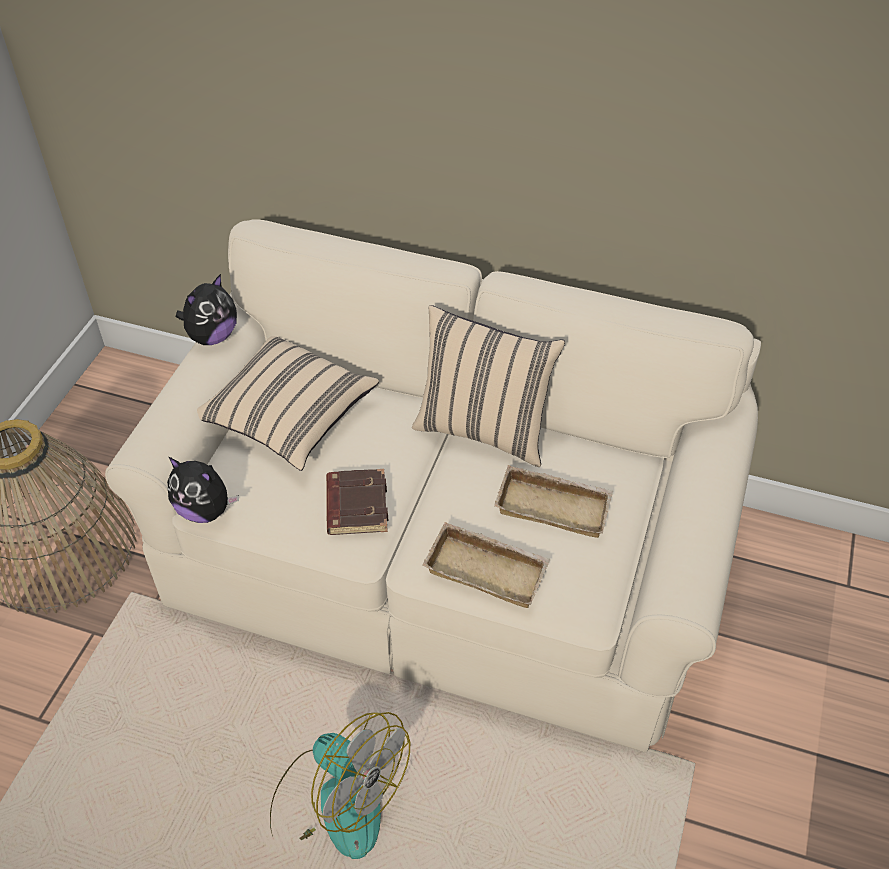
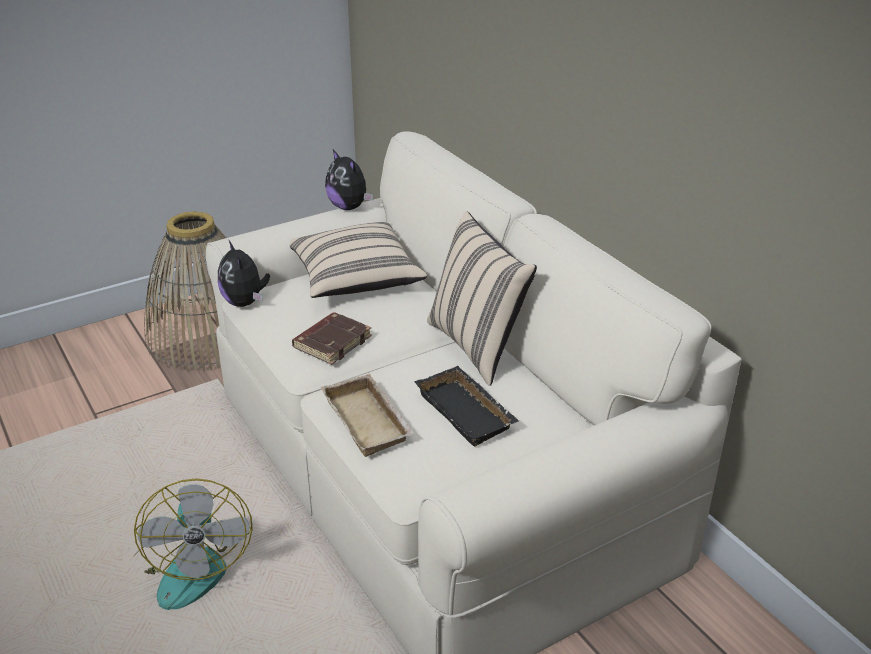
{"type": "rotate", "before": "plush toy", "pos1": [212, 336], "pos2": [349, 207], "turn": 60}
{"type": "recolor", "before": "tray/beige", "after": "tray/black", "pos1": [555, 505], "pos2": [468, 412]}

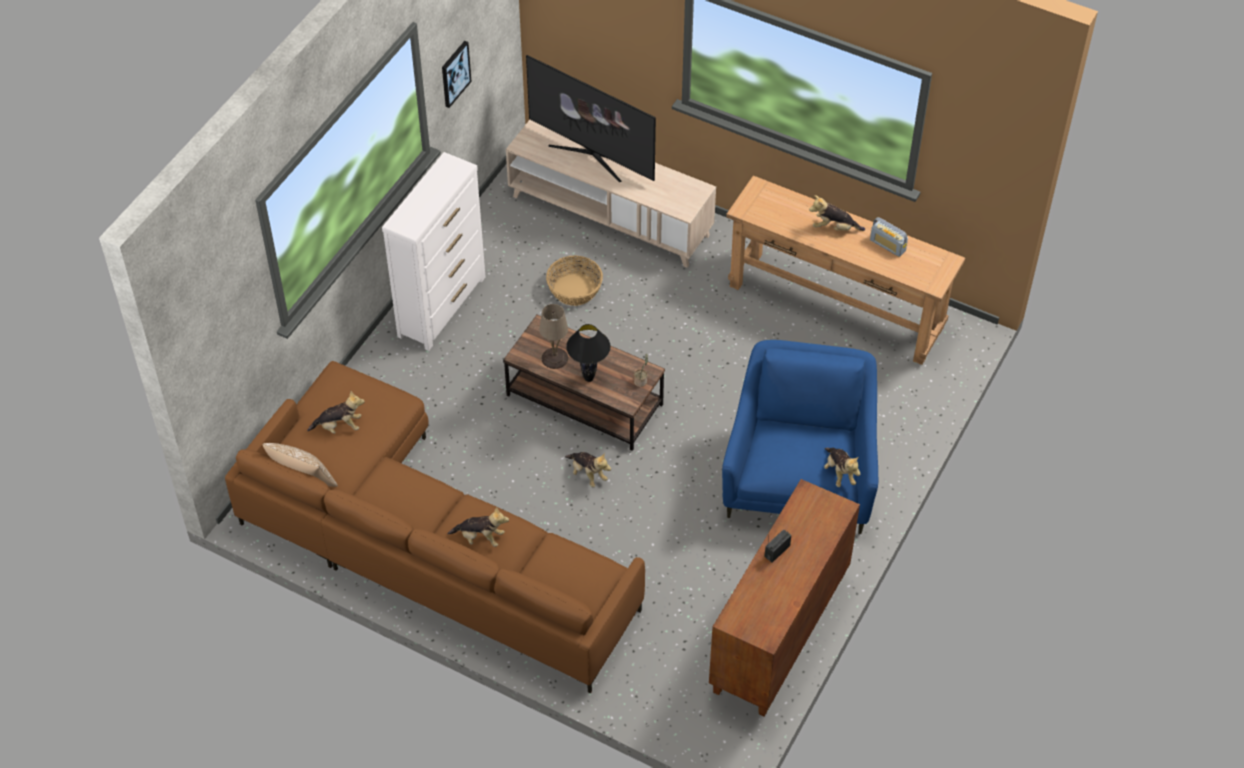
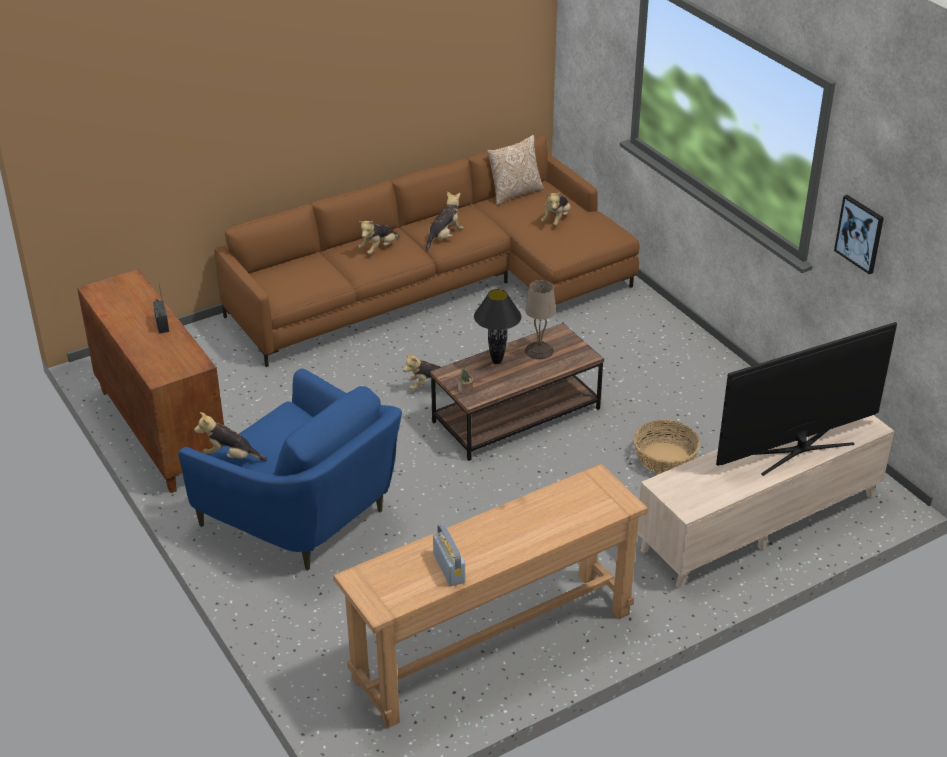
{"type": "delete", "before": "dresser/white", "pos1": [442, 306]}
{"type": "move", "before": "plush toy", "pos1": [834, 228], "pos2": [444, 237]}
{"type": "rotate", "before": "radio", "pos1": [887, 245], "pos2": [449, 568], "turn": 90}

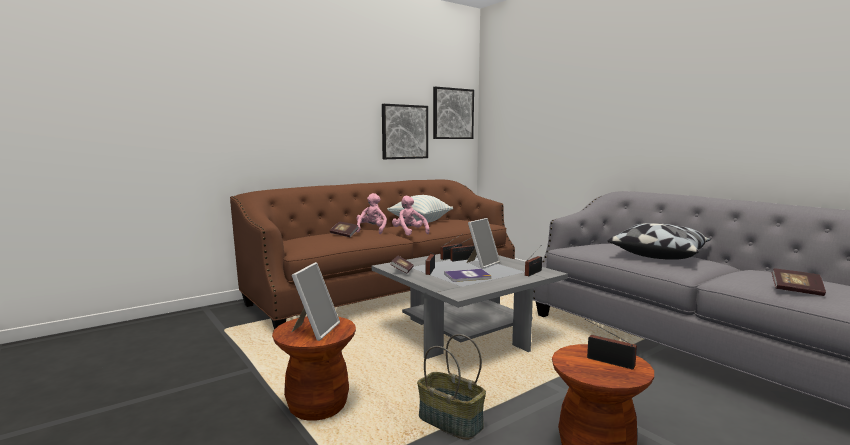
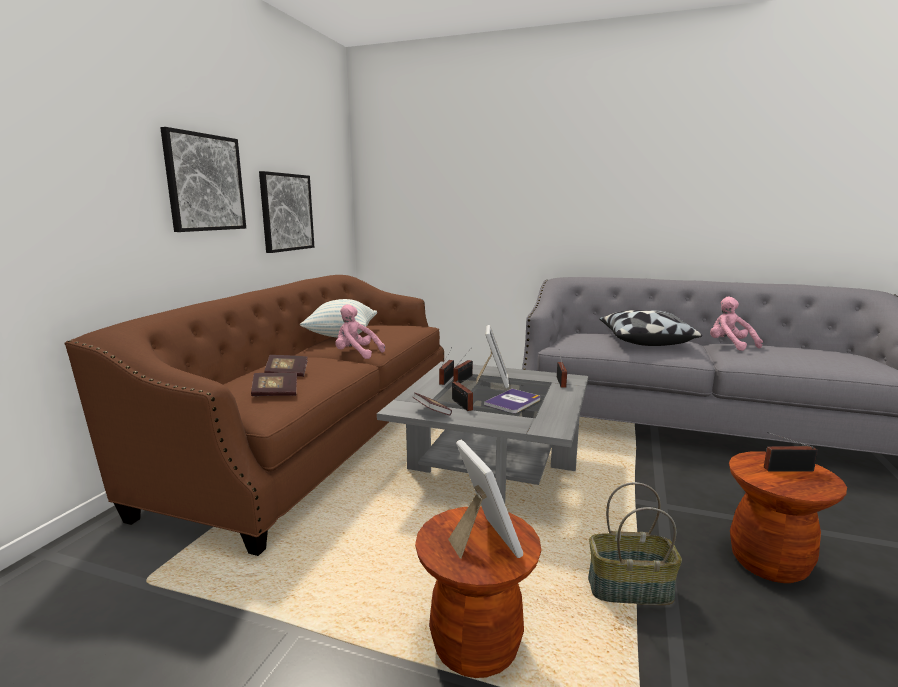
{"type": "move", "before": "plush toy/pink", "pos1": [371, 230], "pos2": [729, 345]}
{"type": "move", "before": "picture", "pos1": [452, 113], "pos2": [205, 183]}
{"type": "move", "before": "book", "pos1": [796, 290], "pos2": [275, 393]}

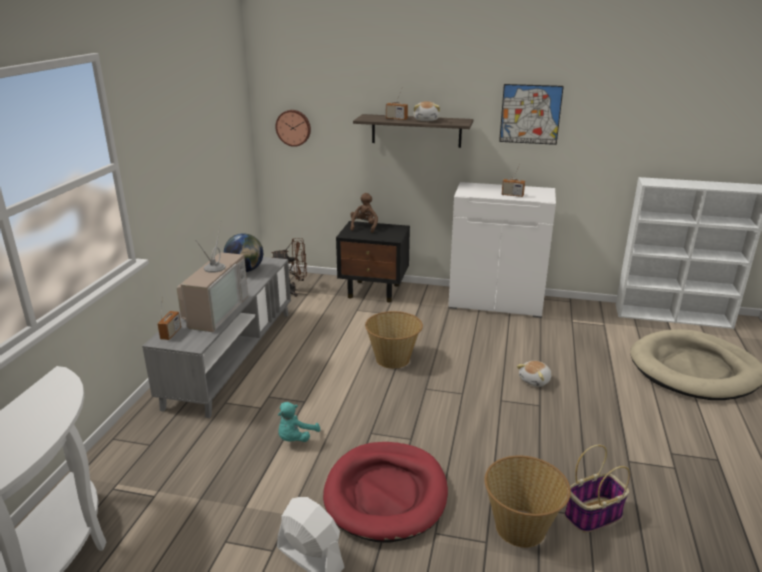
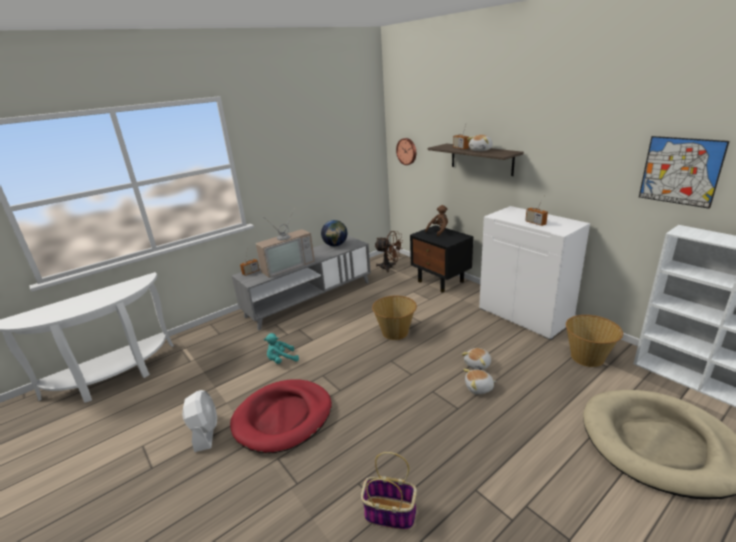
{"type": "move", "before": "basket", "pos1": [521, 527], "pos2": [588, 357]}
{"type": "move", "before": "picture", "pos1": [530, 114], "pos2": [680, 171]}
{"type": "insert", "after": "plush toy", "pos2": [478, 364]}

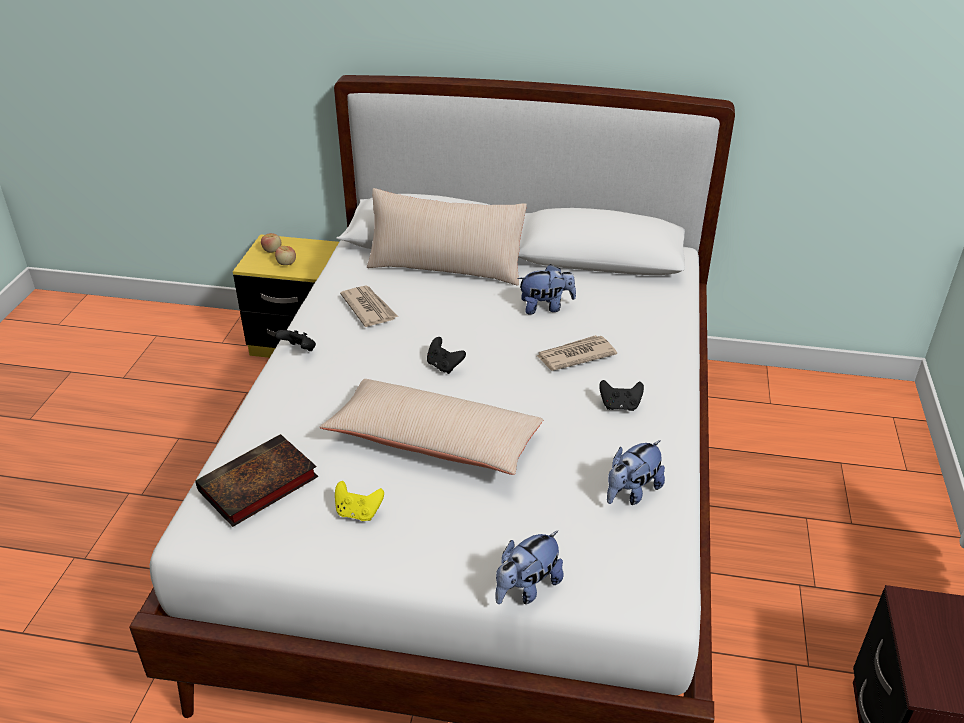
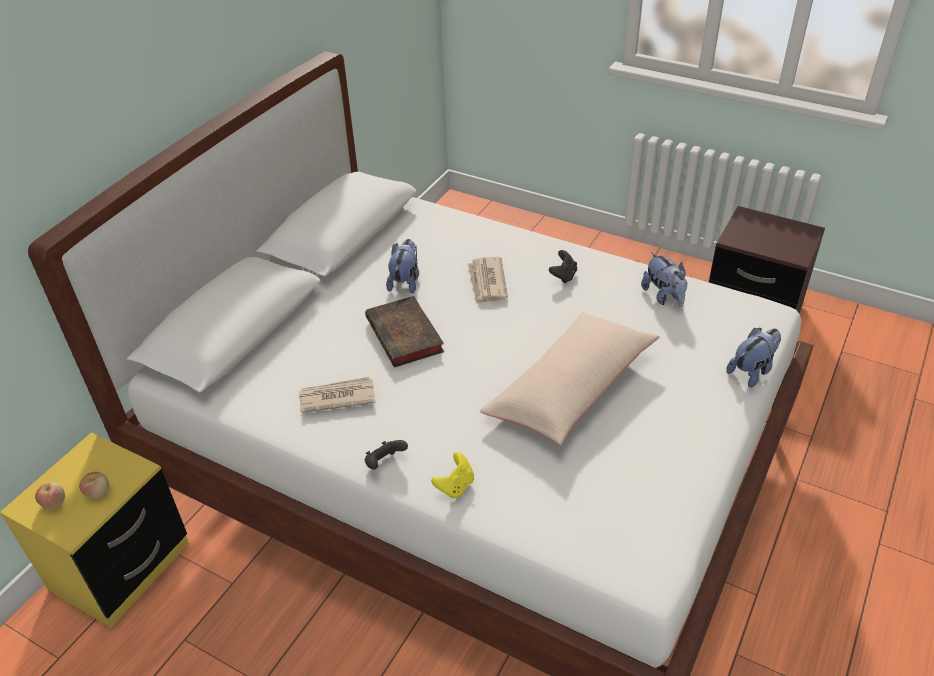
{"type": "move", "before": "book", "pos1": [256, 486], "pos2": [406, 336]}
{"type": "move", "before": "game controller/yellow", "pos1": [358, 513], "pos2": [455, 486]}
{"type": "delete", "before": "pillow/beige", "pos1": [446, 267]}
{"type": "delete", "before": "game controller/black", "pos1": [444, 366]}
{"type": "rotate", "before": "plush toy", "pos1": [527, 588], "pos2": [752, 371], "turn": -105}

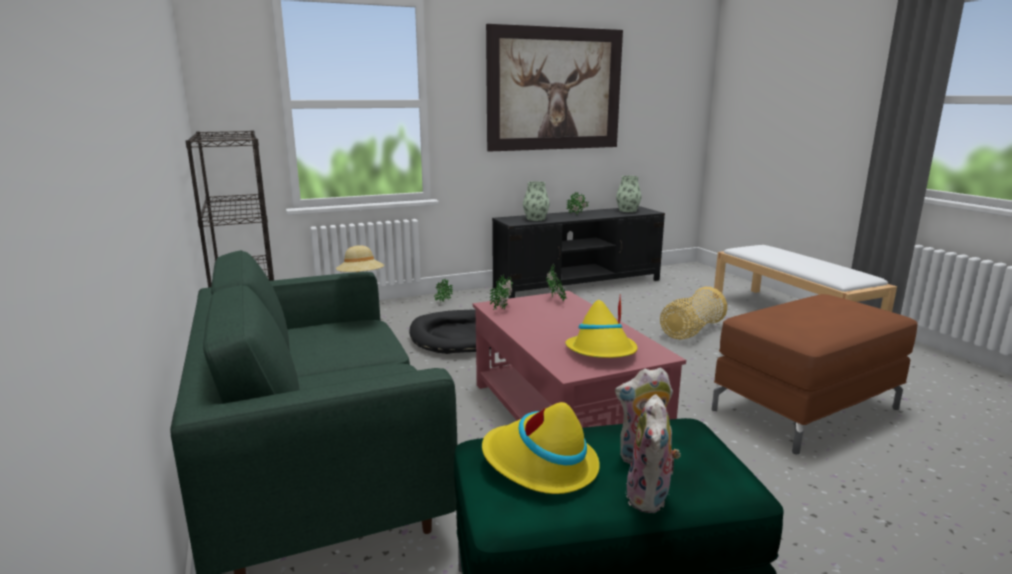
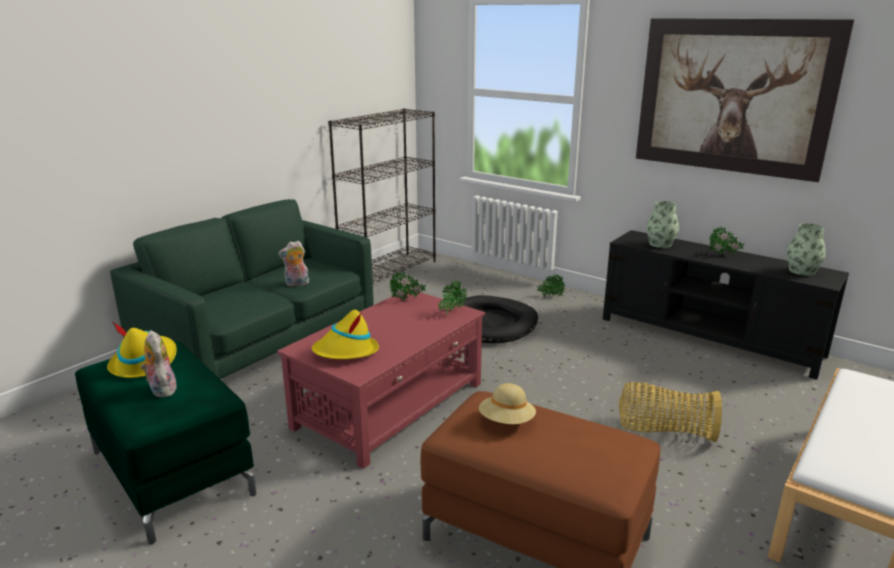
{"type": "move", "before": "hat/beige", "pos1": [361, 278], "pos2": [506, 421]}
{"type": "move", "before": "plush toy", "pos1": [651, 498], "pos2": [296, 284]}

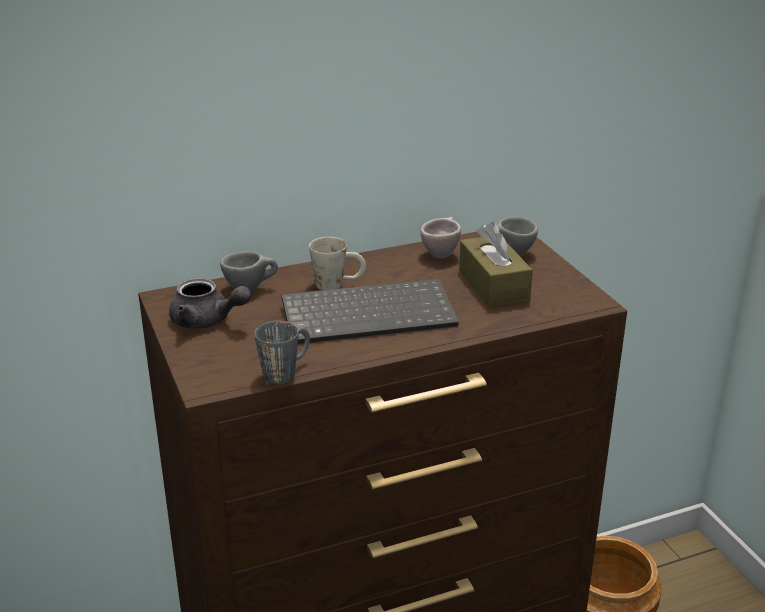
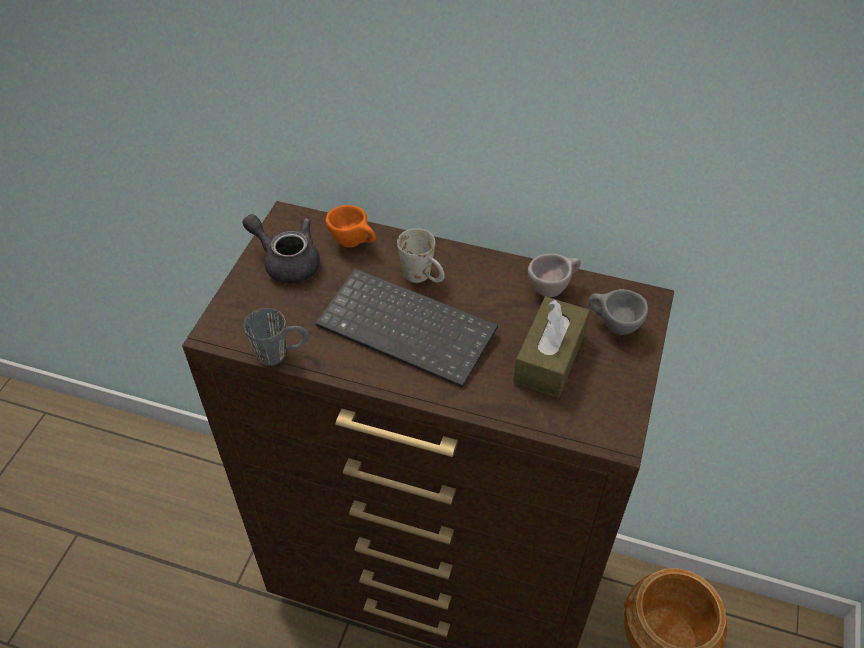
{"type": "rotate", "before": "teapot/grey", "pos1": [207, 321], "pos2": [287, 262], "turn": 150}
{"type": "recolor", "before": "cup/grey", "after": "cup/orange", "pos1": [250, 288], "pos2": [354, 243]}

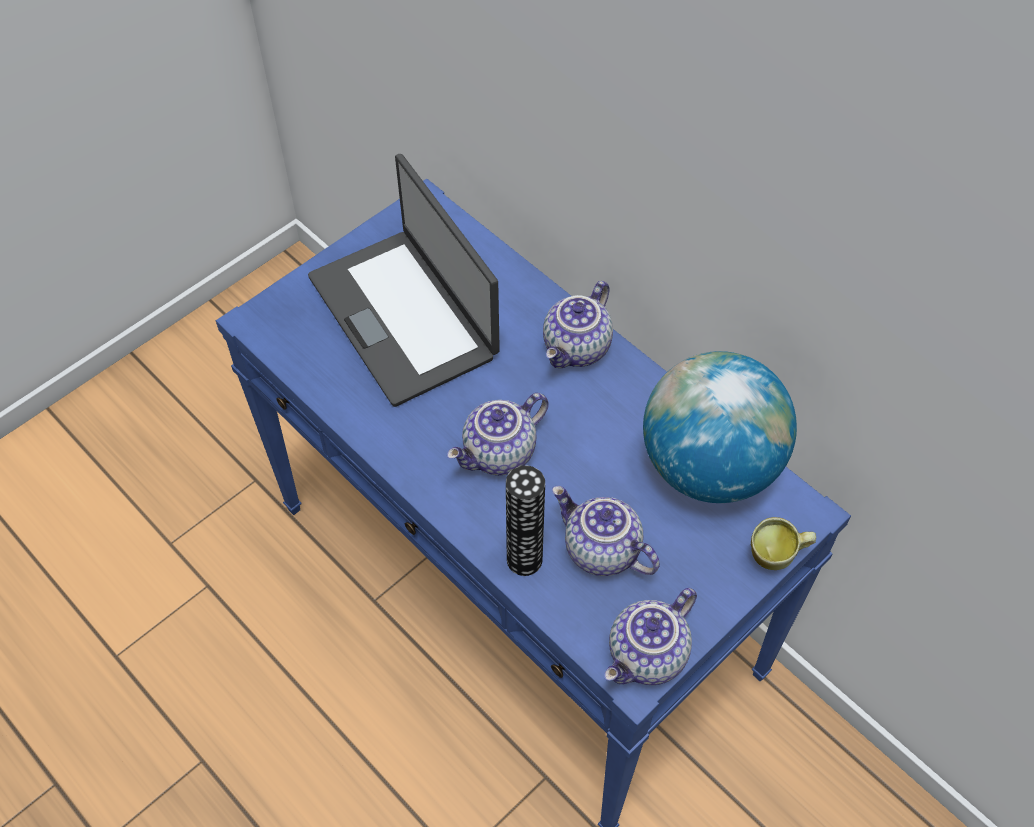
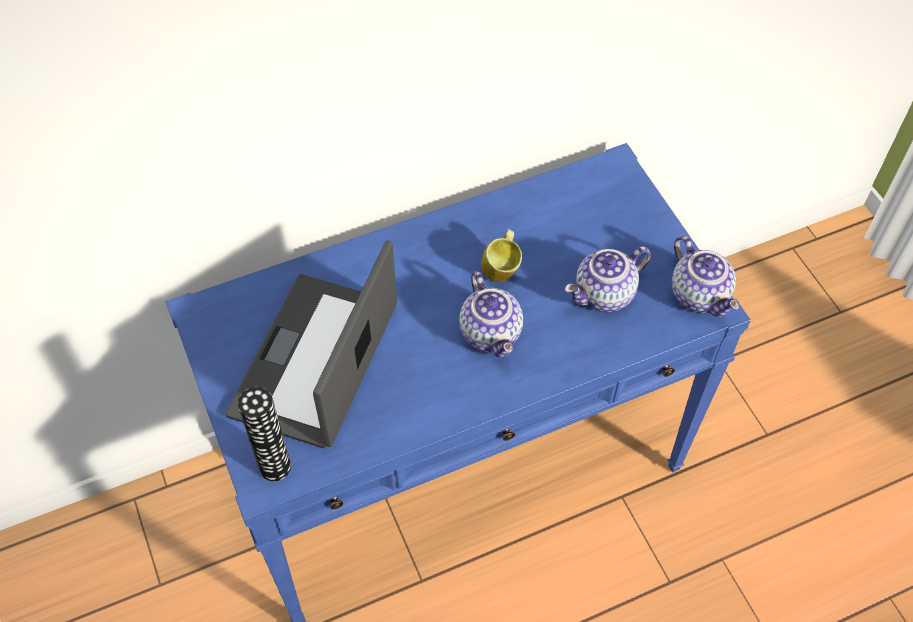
{"type": "rotate", "before": "laptop", "pos1": [405, 315], "pos2": [317, 361], "turn": 120}
{"type": "move", "before": "vase", "pos1": [524, 559], "pos2": [275, 467]}
{"type": "delete", "before": "teapot", "pos1": [578, 349]}
{"type": "delete", "before": "globe", "pos1": [708, 466]}
{"type": "move", "before": "mug", "pos1": [776, 558], "pos2": [502, 269]}

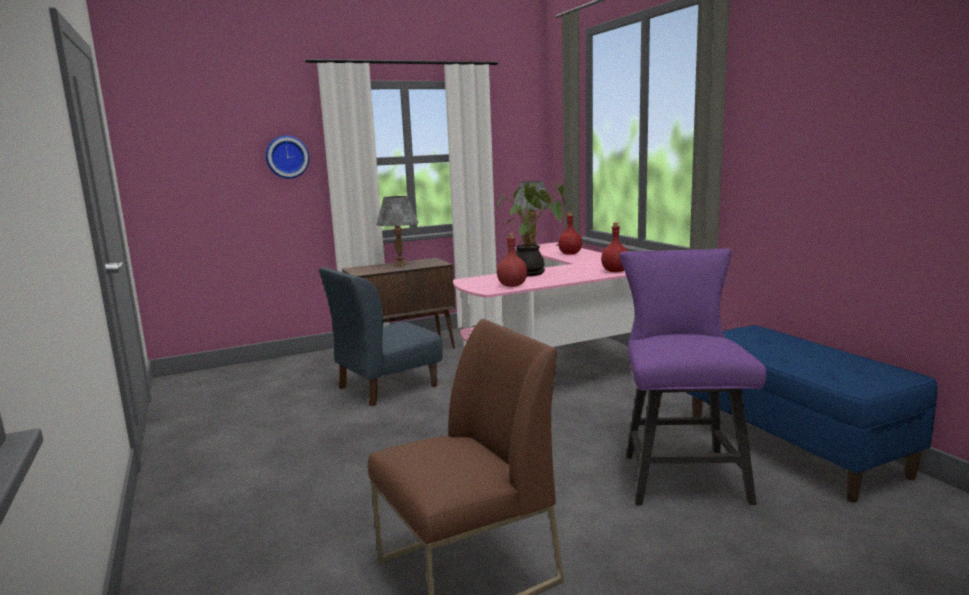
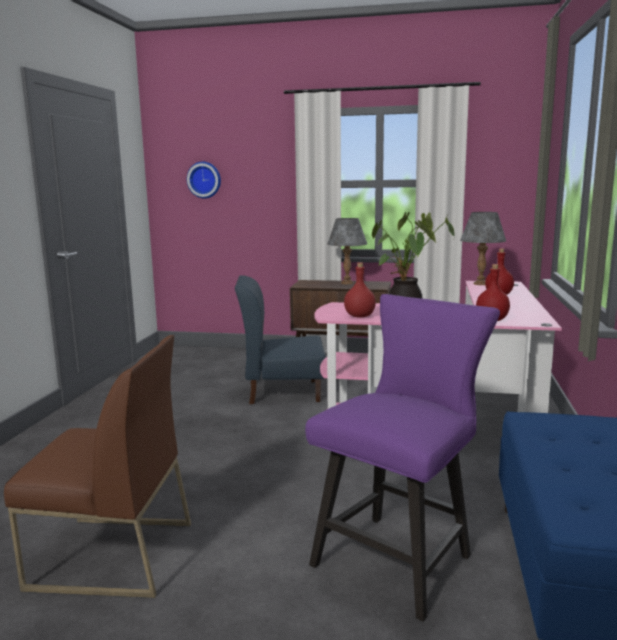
{"type": "move", "before": "wall clock", "pos1": [287, 157], "pos2": [204, 180]}

